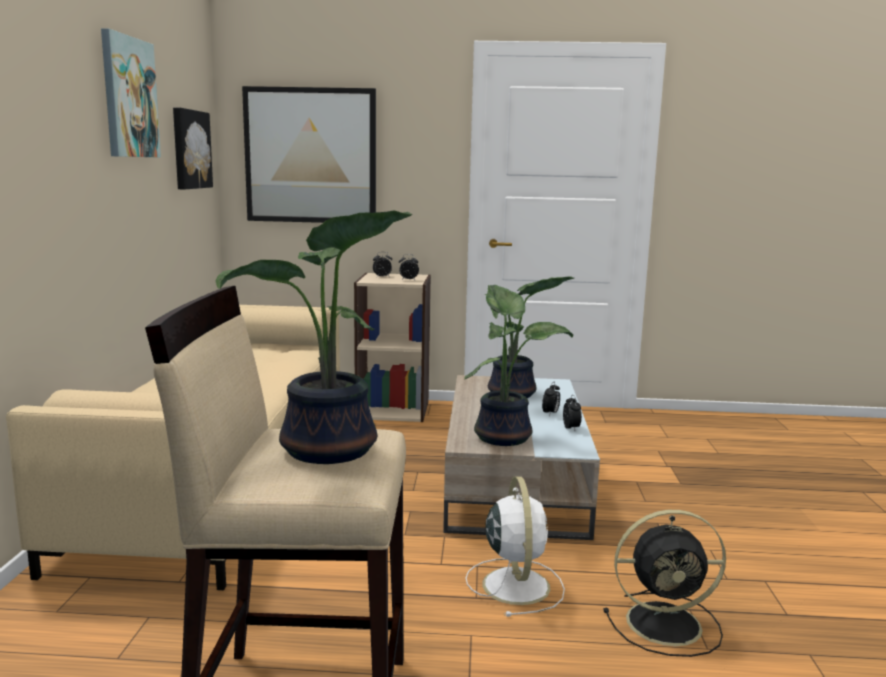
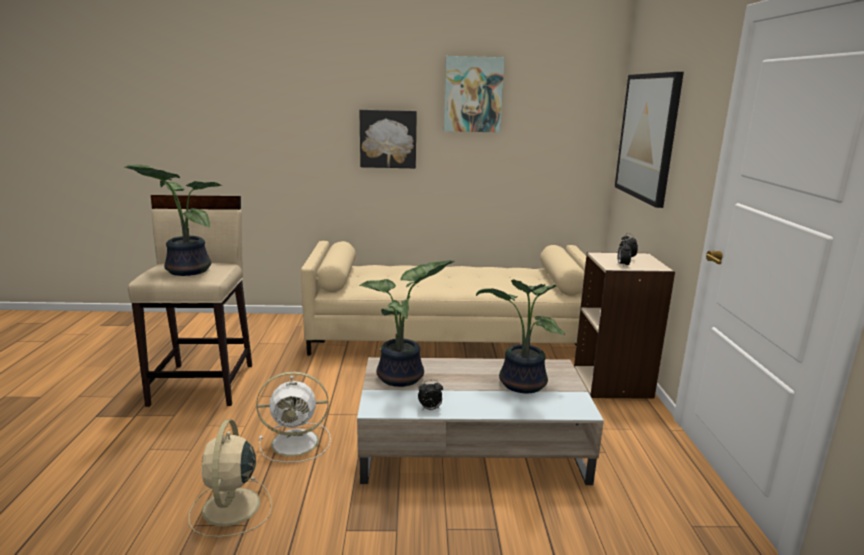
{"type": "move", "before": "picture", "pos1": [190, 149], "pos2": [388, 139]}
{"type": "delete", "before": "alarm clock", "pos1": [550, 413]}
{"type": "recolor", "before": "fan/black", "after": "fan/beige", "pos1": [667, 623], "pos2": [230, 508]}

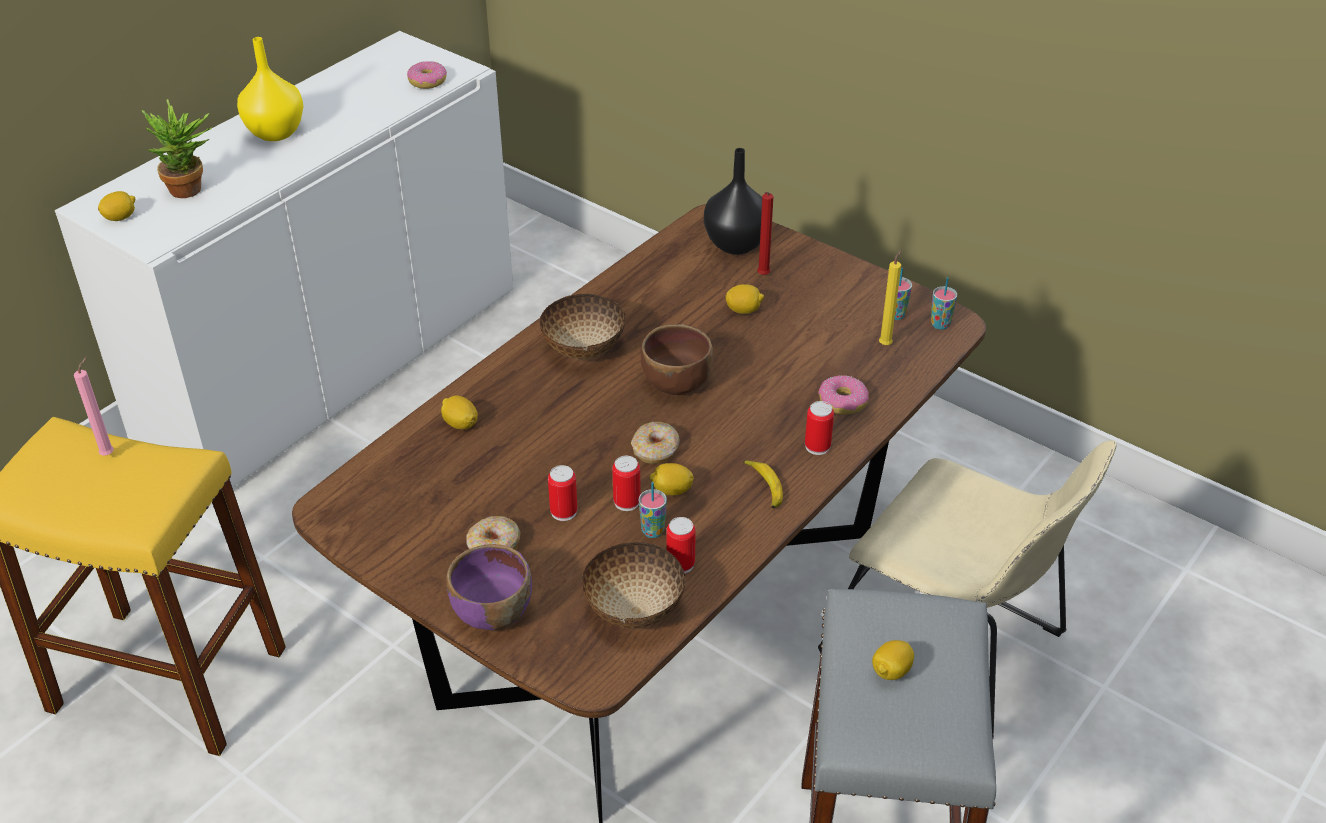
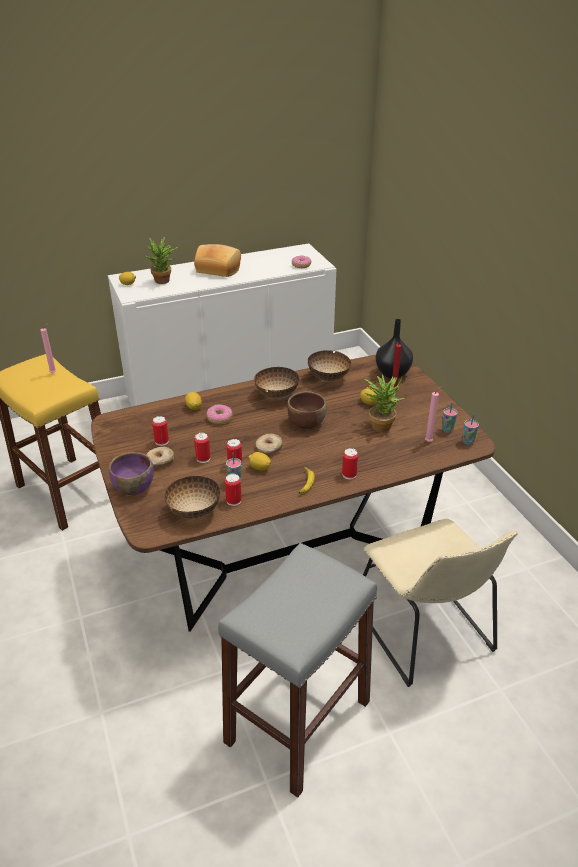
{"type": "replace", "before": "vase/yellow", "after": "bread", "pos1": [276, 132], "pos2": [219, 269]}
{"type": "move", "before": "donut", "pos1": [842, 402], "pos2": [219, 418]}
{"type": "delete", "before": "lemon", "pos1": [891, 671]}
{"type": "recolor", "before": "candle/yellow", "after": "candle/pink", "pos1": [886, 344], "pos2": [429, 441]}
{"type": "insert", "after": "can", "pos2": [161, 441]}
{"type": "insert", "after": "bowl", "pos2": [329, 378]}
{"type": "insert", "after": "potted plant", "pos2": [380, 424]}

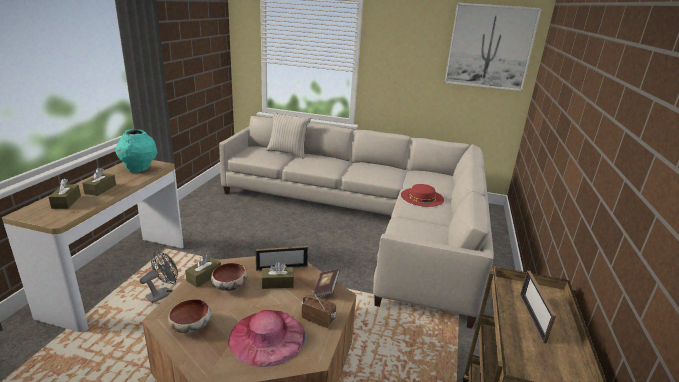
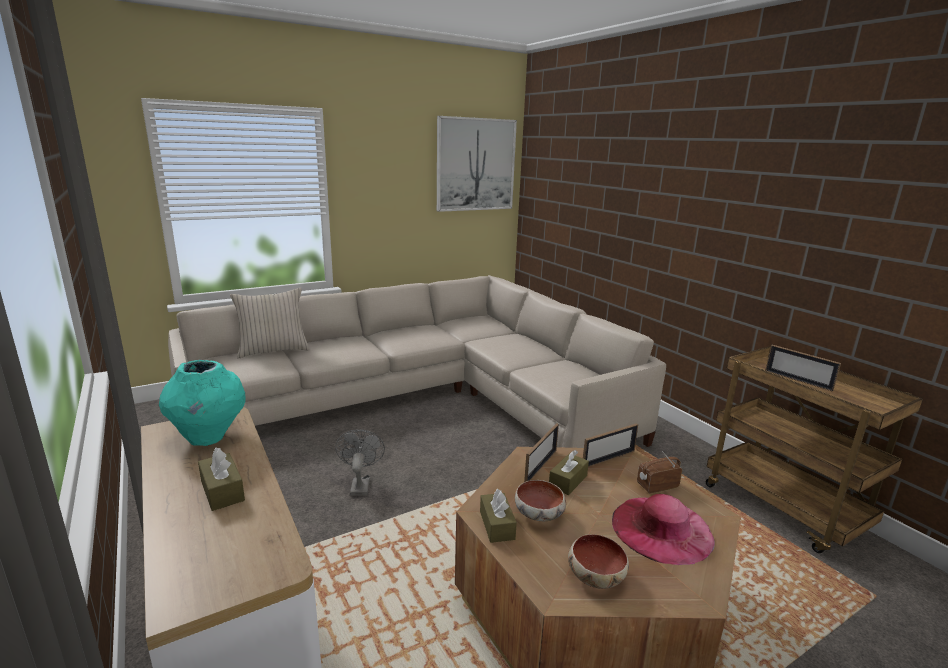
{"type": "delete", "before": "tissue box/brown", "pos1": [66, 202]}
{"type": "move", "before": "fan/grey", "pos1": [163, 294], "pos2": [360, 484]}
{"type": "replace", "before": "book", "after": "picture frame", "pos1": [326, 288], "pos2": [608, 459]}
{"type": "delete", "before": "hat/red", "pos1": [422, 197]}

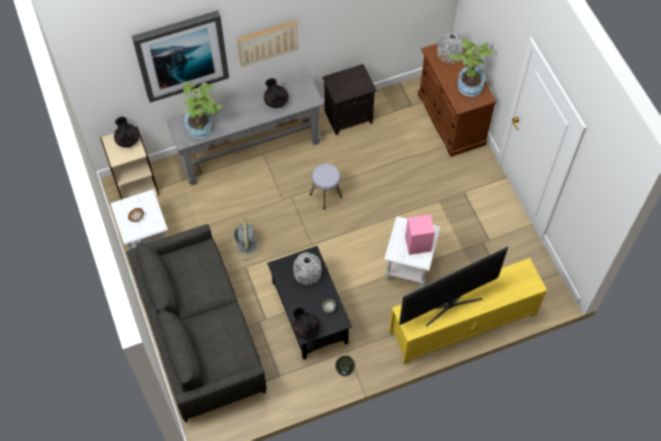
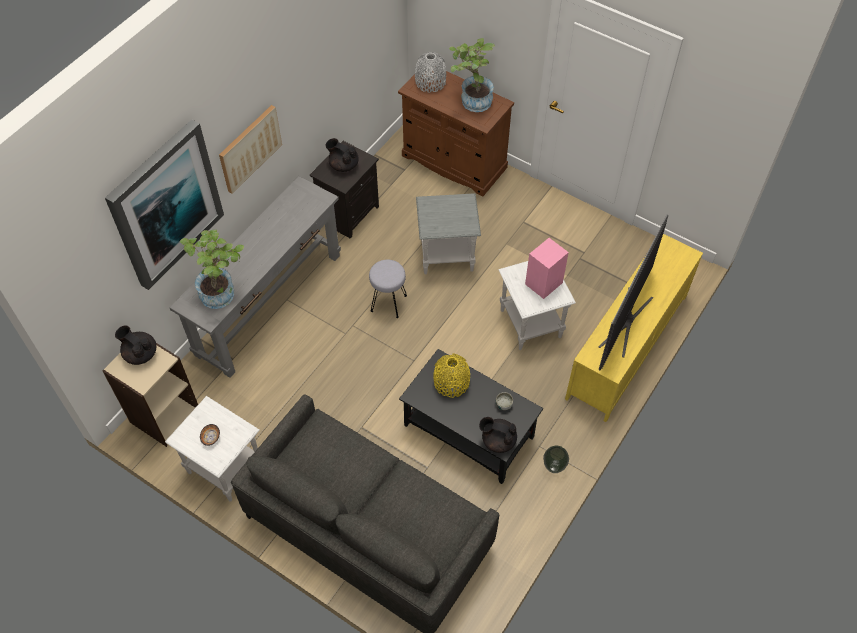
{"type": "delete", "before": "fan/grey", "pos1": [247, 243]}
{"type": "move", "before": "teapot/black", "pos1": [276, 101], "pos2": [343, 165]}
{"type": "recolor", "before": "vase/grey", "after": "vase/yellow", "pos1": [307, 273], "pos2": [451, 382]}
{"type": "insert", "after": "side table/grey", "pos2": [447, 255]}

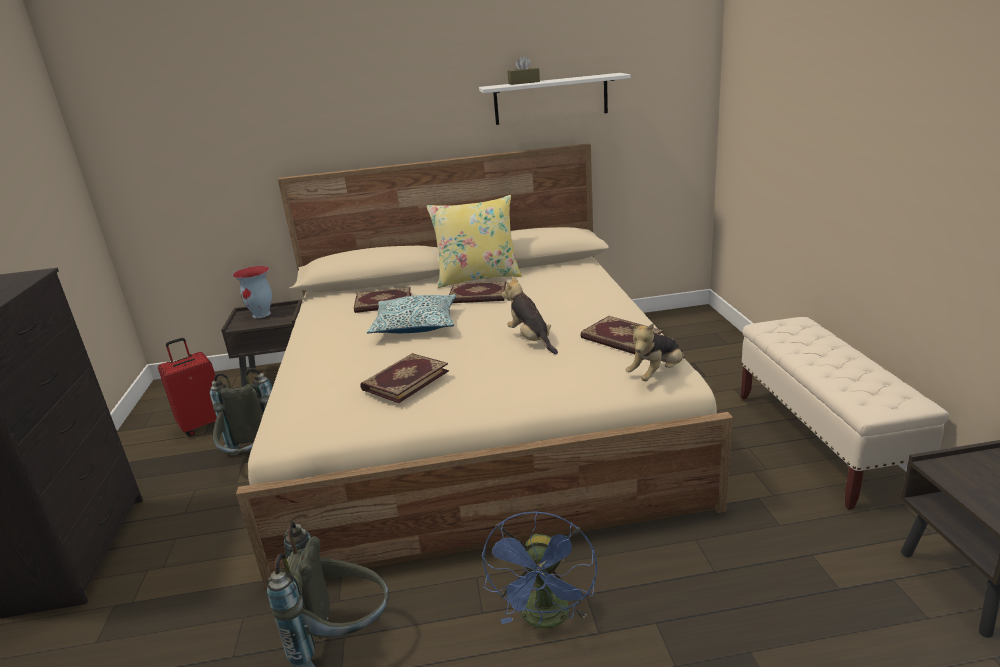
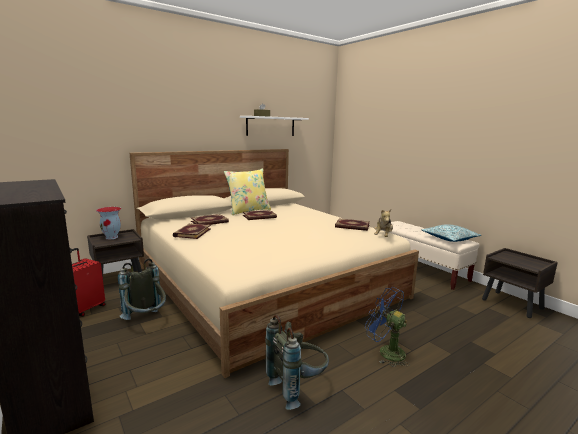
{"type": "move", "before": "book", "pos1": [405, 380], "pos2": [192, 232]}
{"type": "move", "before": "pillow", "pos1": [415, 325], "pos2": [449, 238]}
{"type": "rotate", "before": "fan/blue", "pos1": [546, 620], "pos2": [386, 352], "turn": 150}
{"type": "delete", "before": "plush toy", "pos1": [531, 340]}

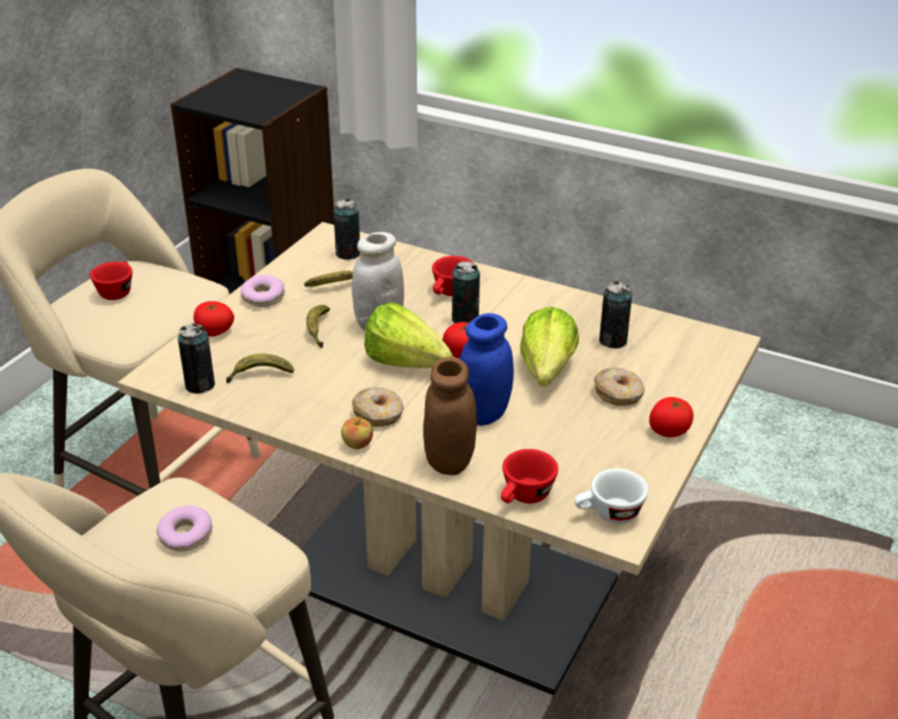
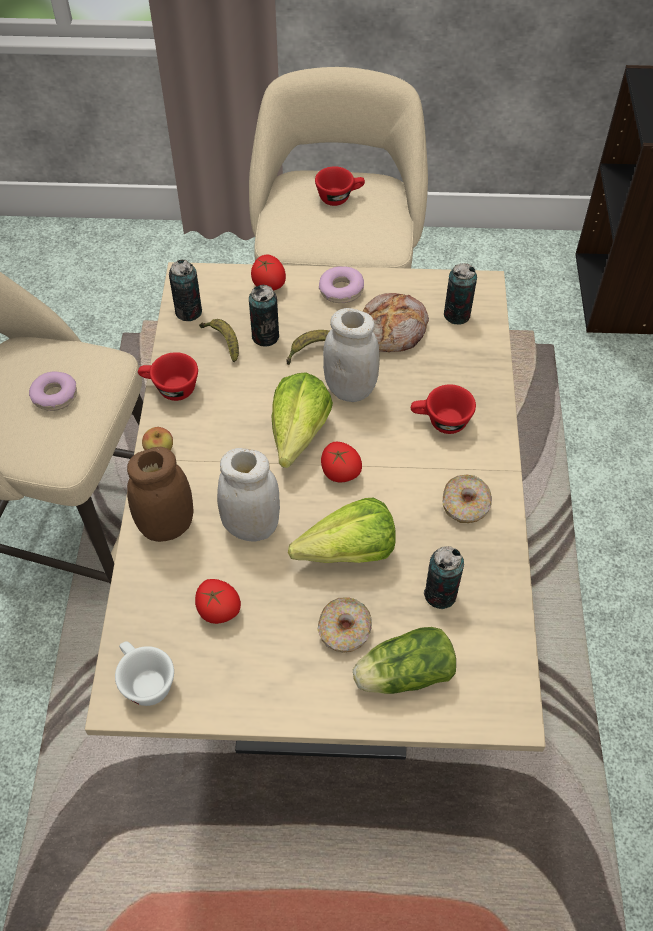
{"type": "replace", "before": "banana", "after": "bread", "pos1": [335, 286], "pos2": [394, 330]}
{"type": "move", "before": "donut", "pos1": [378, 414], "pos2": [465, 505]}
{"type": "move", "before": "can", "pos1": [465, 319], "pos2": [265, 336]}
{"type": "recolor", "before": "jar/blue", "after": "jar/white", "pos1": [484, 414], "pos2": [251, 526]}
{"type": "move", "before": "cup/red", "pos1": [524, 497], "pos2": [170, 389]}
{"type": "move", "before": "tomato", "pos1": [669, 431], "pos2": [218, 610]}
{"type": "insert", "after": "lettuce", "pos2": [401, 675]}

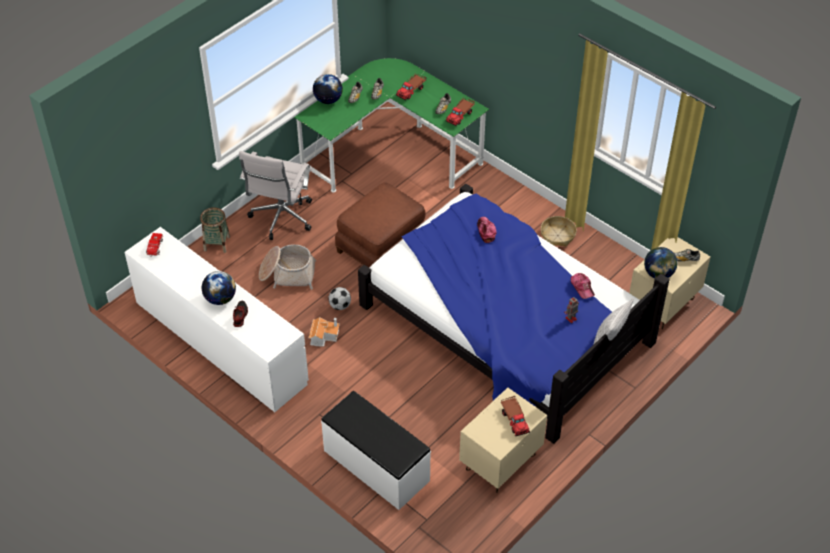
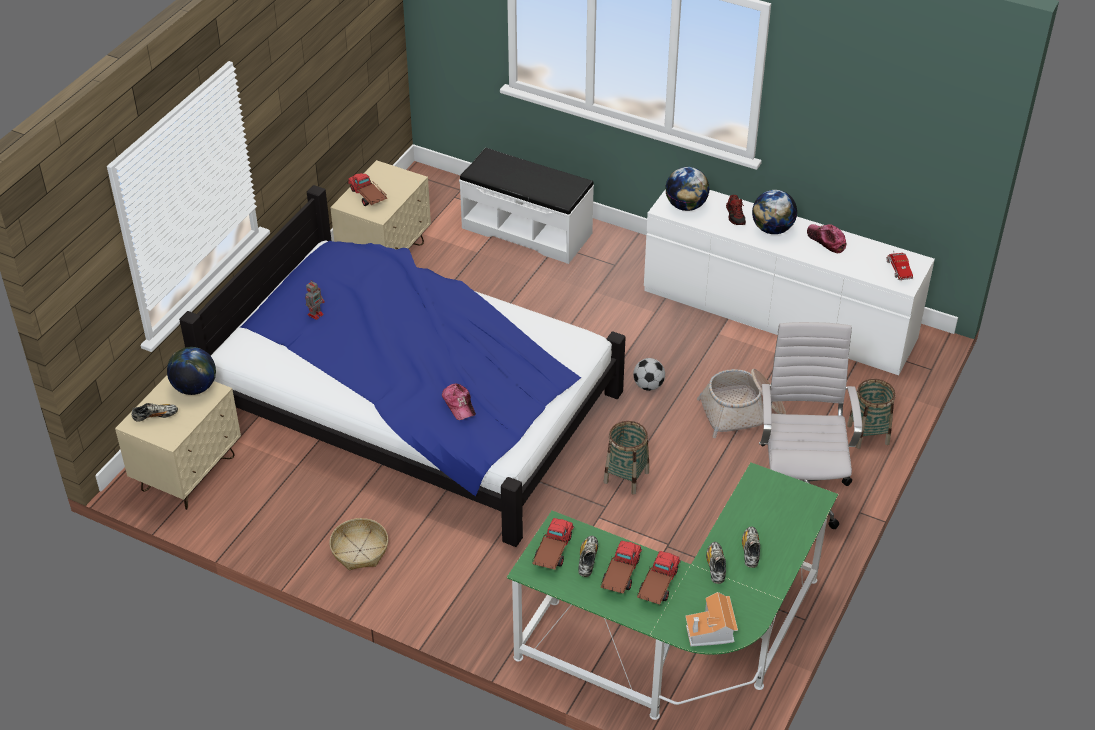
{"type": "move", "before": "toy house", "pos1": [324, 336], "pos2": [711, 631]}
{"type": "move", "before": "globe", "pos1": [328, 100], "pos2": [686, 206]}
{"type": "replace", "before": "ottoman/brown", "after": "basket", "pos1": [382, 247], "pos2": [626, 477]}
{"type": "move", "before": "cap", "pos1": [582, 287], "pos2": [826, 240]}
{"type": "delete", "before": "pillow", "pos1": [609, 339]}
{"type": "insert", "after": "toy truck", "pos2": [620, 574]}

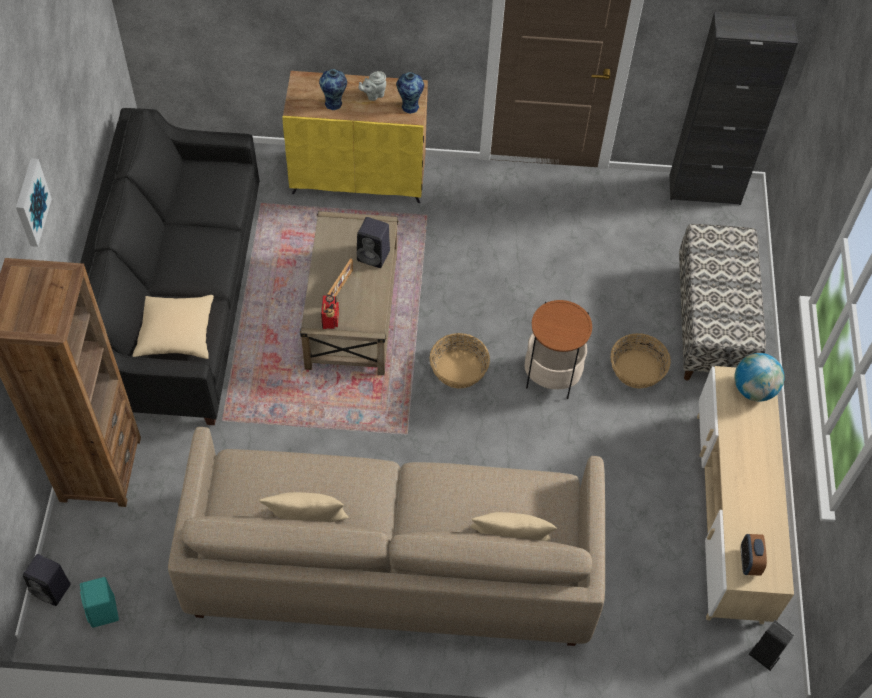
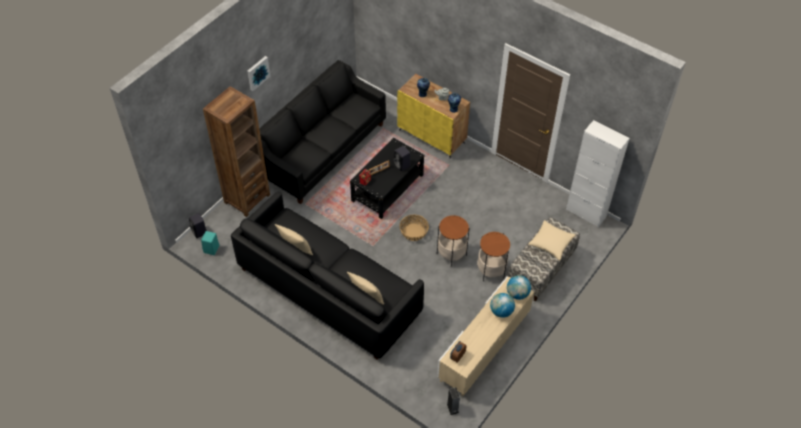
{"type": "move", "before": "pillow/beige", "pos1": [175, 333], "pos2": [551, 243]}
{"type": "recolor", "before": "sofa/beige", "after": "sofa/black", "pos1": [391, 565], "pos2": [328, 291]}
{"type": "recolor", "before": "coffee table/beige", "after": "coffee table/black", "pos1": [352, 311], "pos2": [387, 188]}
{"type": "replace", "before": "basket", "after": "side table", "pos1": [636, 369], "pos2": [491, 270]}
{"type": "recolor", "before": "cabinet/black", "after": "cabinet/white", "pos1": [704, 190], "pos2": [586, 213]}
{"type": "insert", "after": "globe", "pos2": [501, 311]}

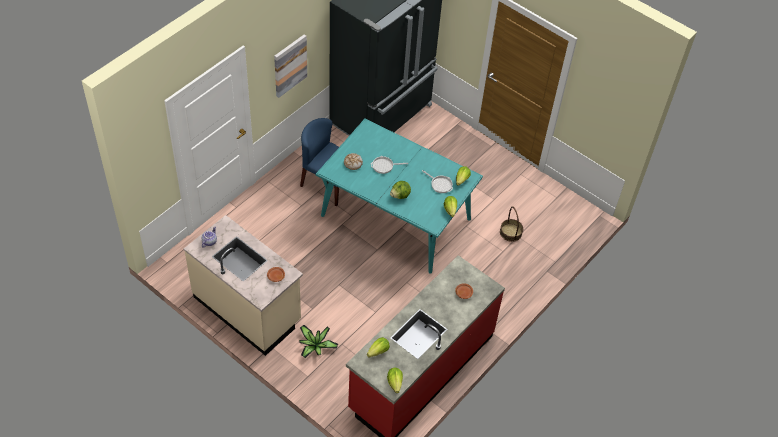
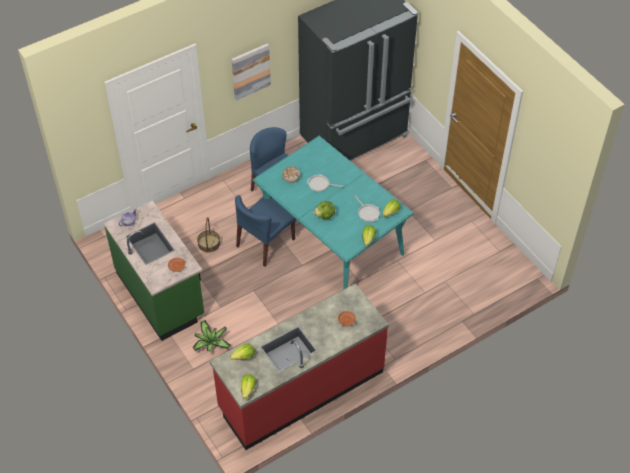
{"type": "recolor", "before": "counter/beige", "after": "counter/green", "pos1": [248, 309], "pos2": [161, 294]}
{"type": "move", "before": "basket", "pos1": [511, 232], "pos2": [209, 243]}
{"type": "insert", "after": "chair/blue", "pos2": [265, 243]}

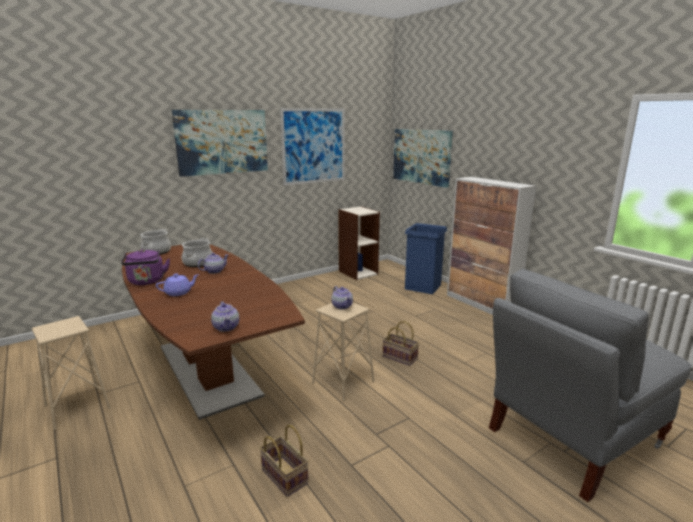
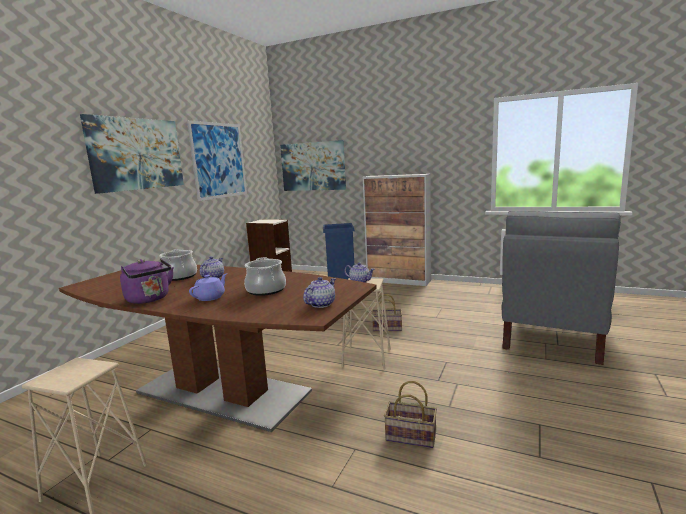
{"type": "move", "before": "cooking pot", "pos1": [156, 252], "pos2": [266, 290]}
{"type": "rotate", "before": "teapot", "pos1": [226, 327], "pos2": [321, 304], "turn": -90}

